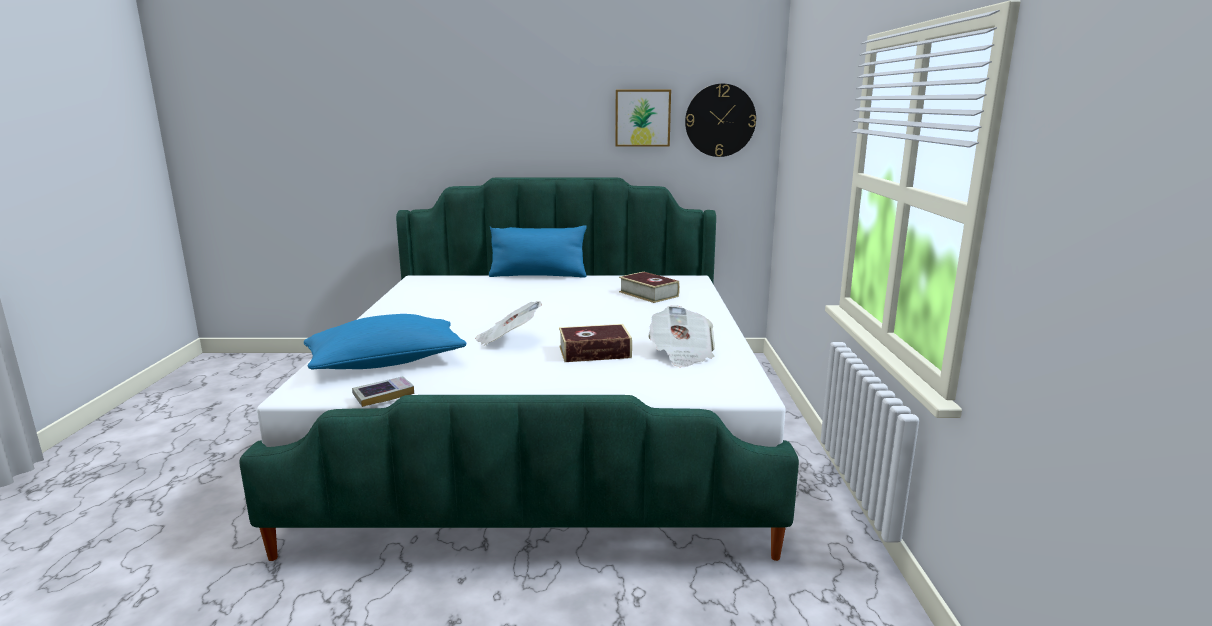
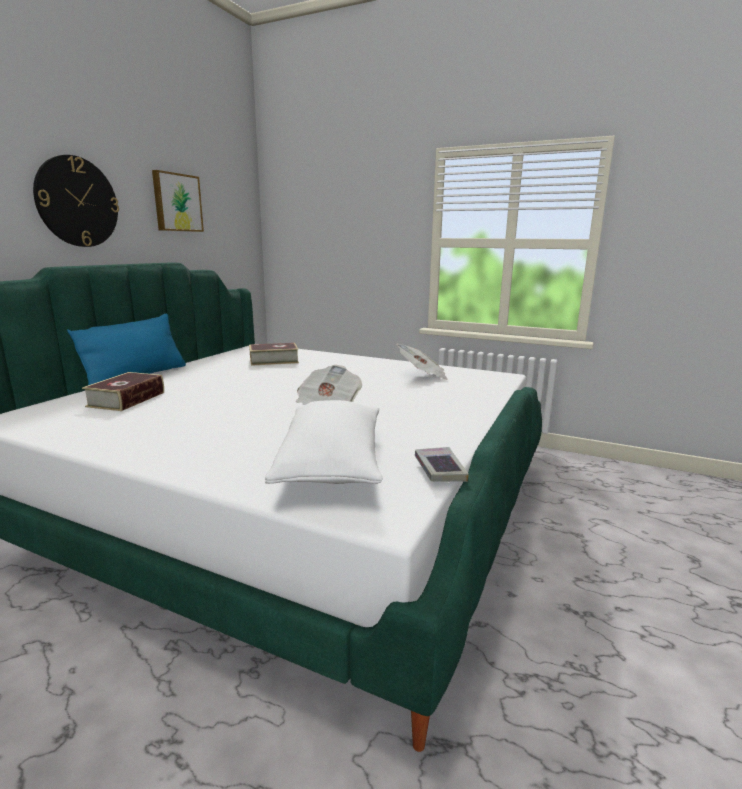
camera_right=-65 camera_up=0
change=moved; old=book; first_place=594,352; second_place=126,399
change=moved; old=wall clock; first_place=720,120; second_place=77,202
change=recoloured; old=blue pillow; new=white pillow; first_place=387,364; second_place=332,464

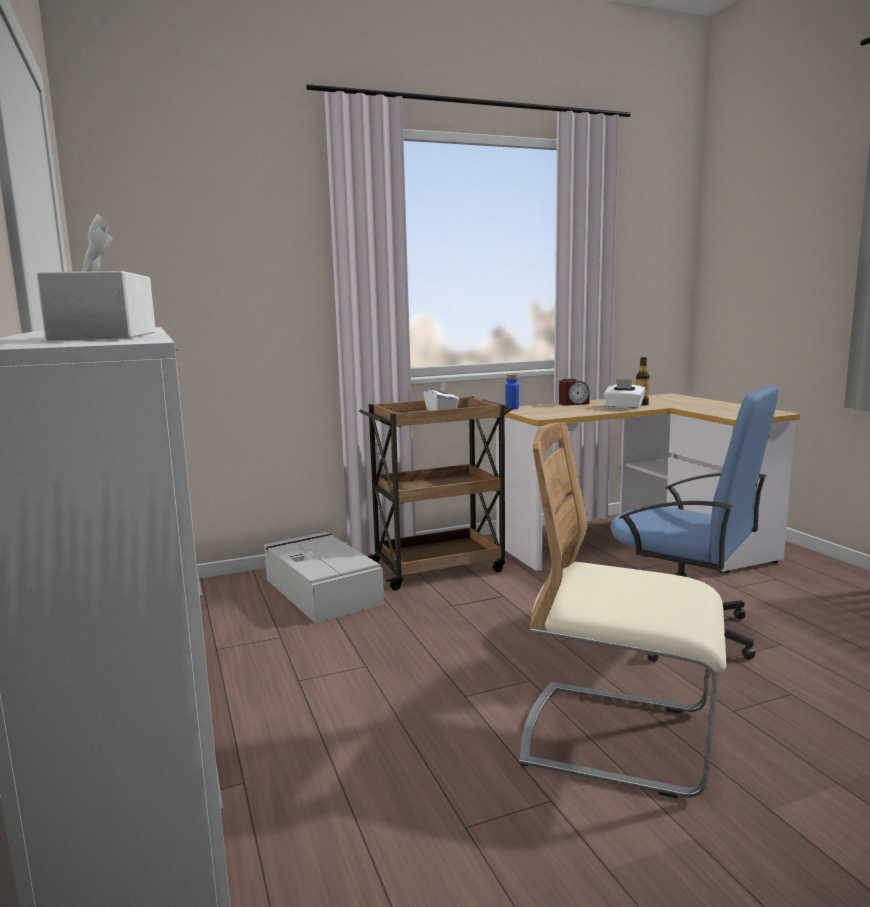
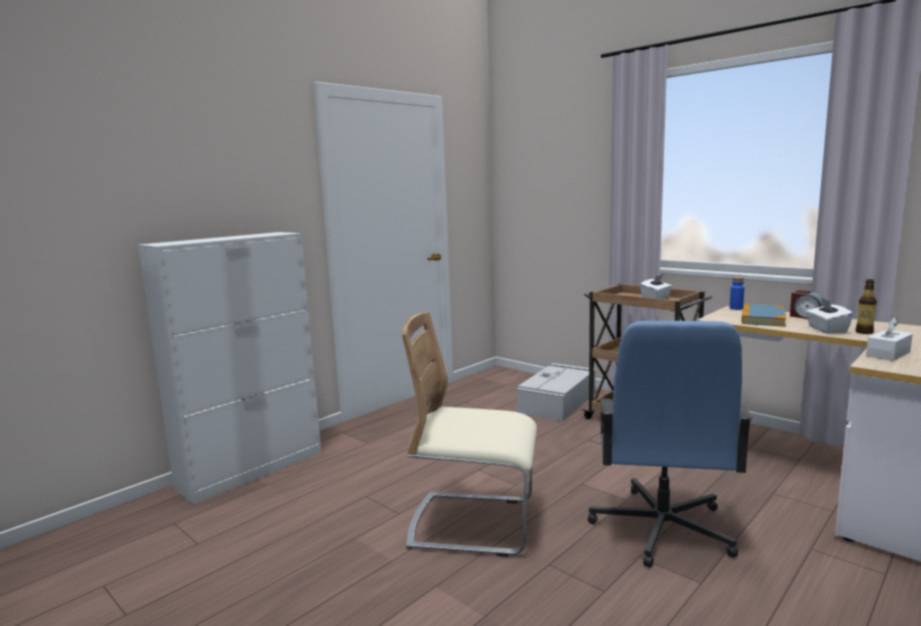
camera_right=65 camera_up=0
change=added; new=book; second_place=762,318
change=moved; old=white tissue box; first_place=106,336; second_place=888,354
change=turned; old=beige chair; first_place=618,738; second_place=473,524; degrees=-75

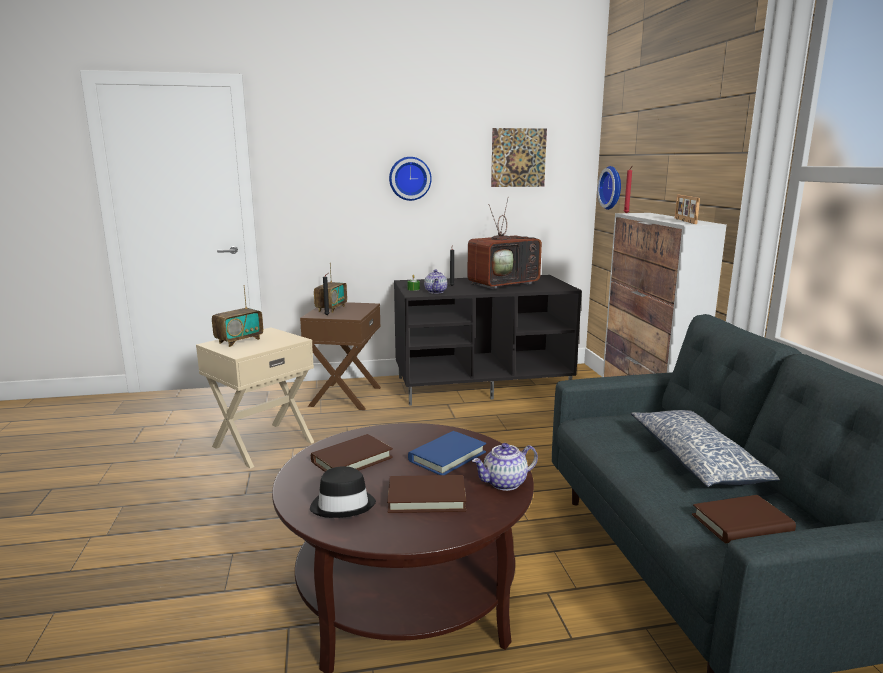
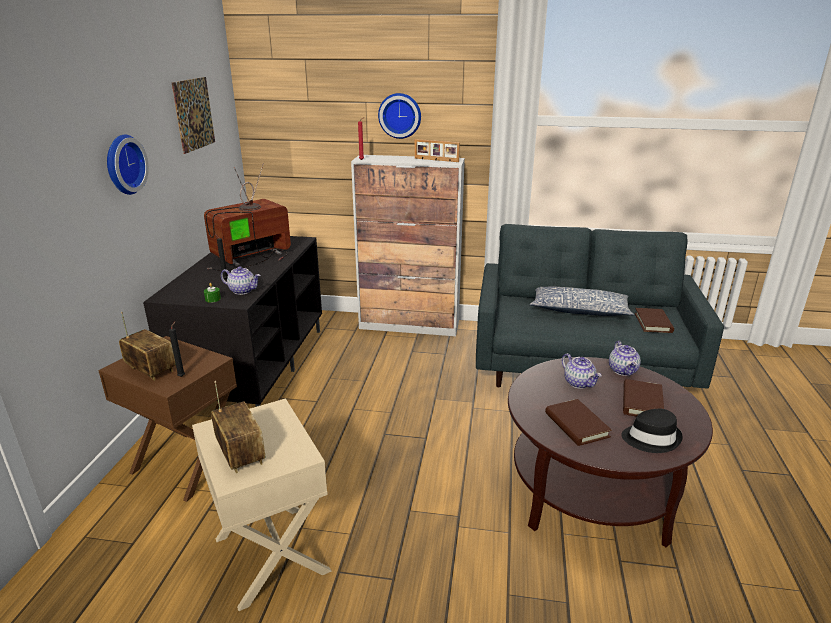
camera_right=-70 camera_up=10
change=moved; old=wall clock; first_place=612,188; second_place=400,115
change=replaced; old=blue book; new=teapot; first_place=447,456; second_place=579,383
change=turned; old=television; first_place=504,284; second_place=250,257; degrees=-120

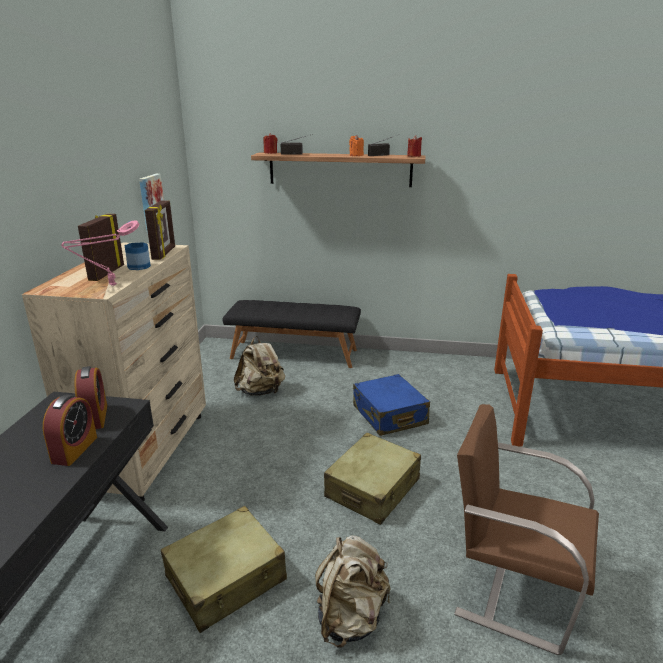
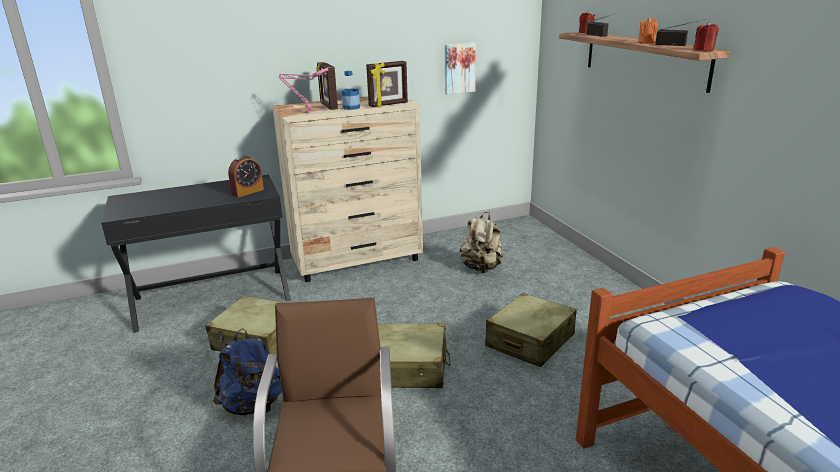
camera_right=60 camera_up=0
change=removed; old=alarm clock; first_place=74,449
change=removed; old=black bench; first_place=294,353
change=recoloured; old=beige backpack; new=blue backpack; first_place=350,618; second_place=253,405
change=recoloured; old=blue suitcase; new=beige suitcase; first_place=389,415; second_place=530,341
change=turned; old=picture frame; first_place=106,273; second_place=328,106; degrees=-90

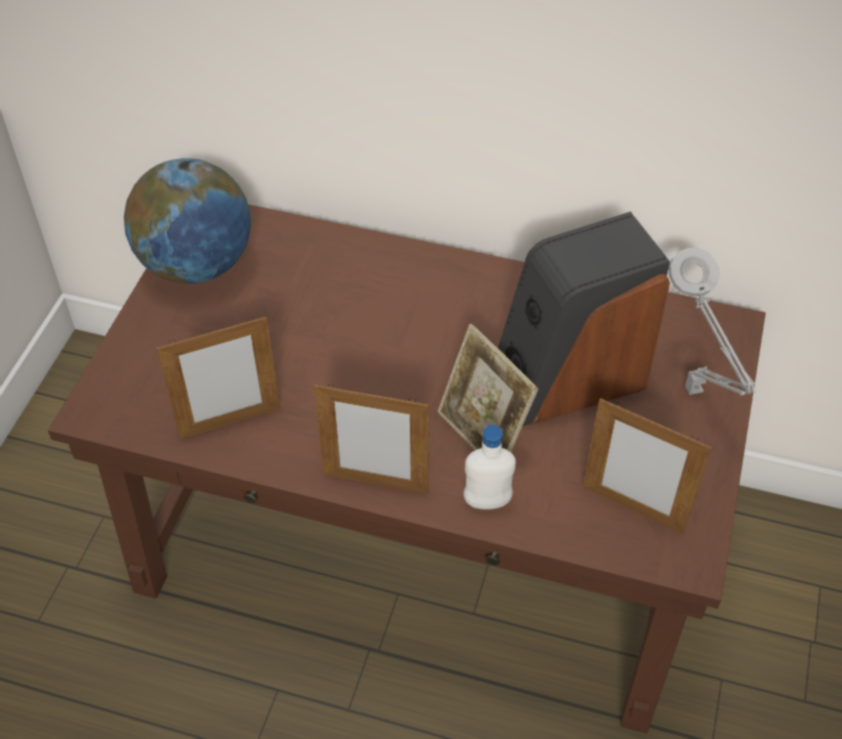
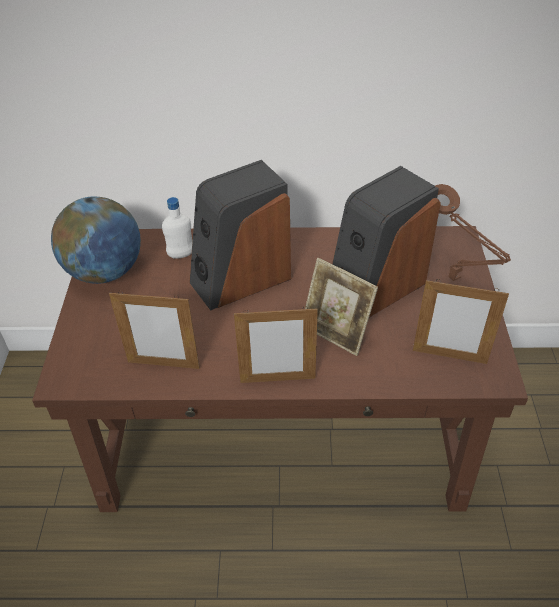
camera_right=-15 camera_up=-5
change=added; new=speaker; second_place=240,279
change=moved; old=white bottle; first_place=487,502; second_place=181,254
change=recoloured; old=grey table lamp; new=brown table lamp; first_place=695,394; second_place=456,280
change=turned; old=picture frame; first_place=230,422; second_place=163,365; degrees=45

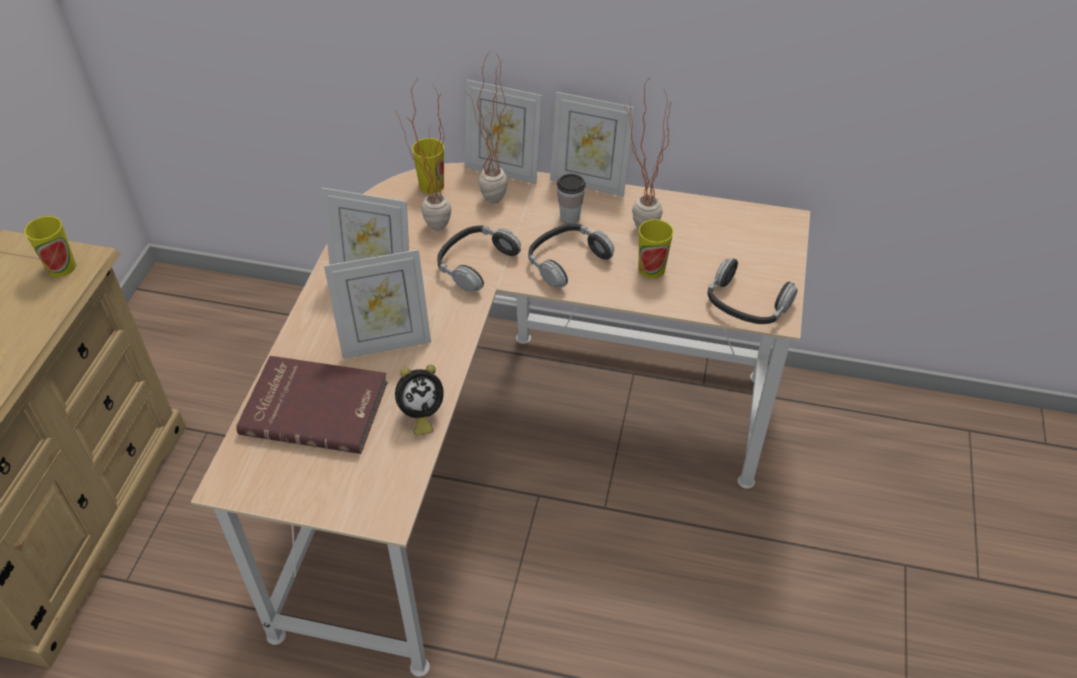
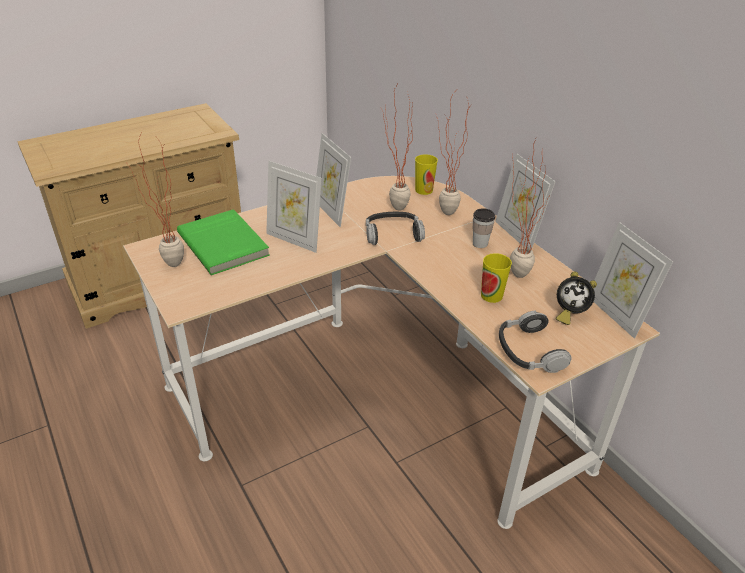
camera_right=45 camera_up=-10
change=removed; old=cup; first_place=61,267
change=removed; old=headphones; first_place=567,260
change=added; new=potted plant; second_place=168,267
change=moved; old=alarm clock; first_place=420,415; second_place=569,313
change=moved; old=picture frame; first_place=503,171; second_place=615,314
change=recoloured; old=red book; new=green book; first_place=316,406; second_place=225,244

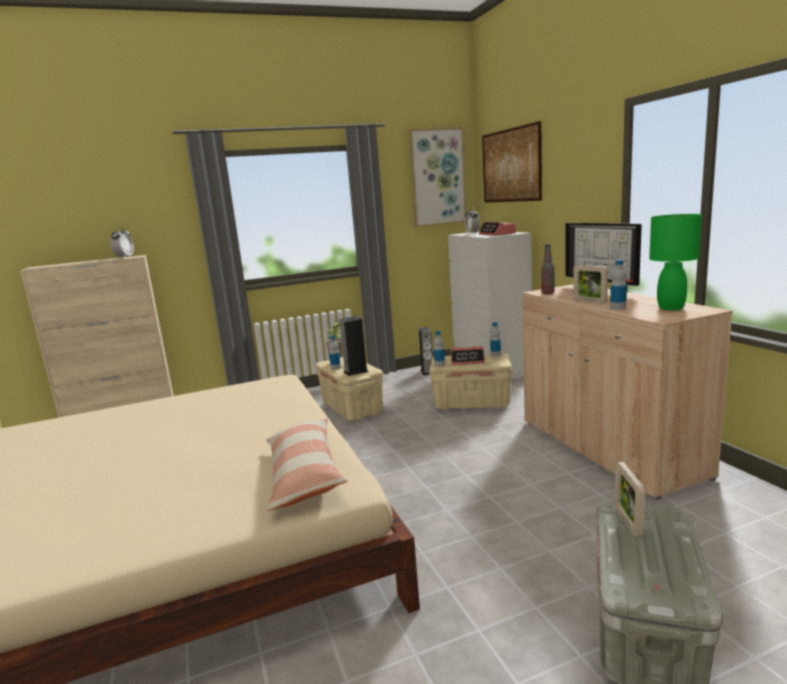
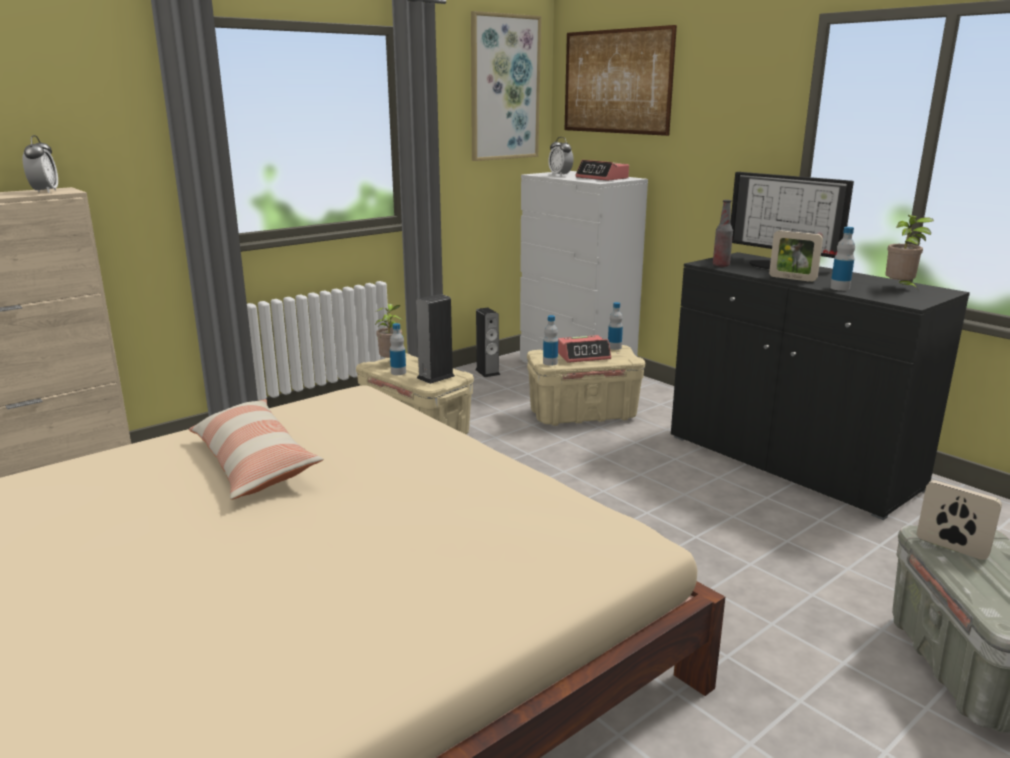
camera_right=-20 camera_up=5
change=moved; old=pillow; first_place=304,474; second_place=253,463
change=replaced; old=green table lamp; new=potted plant; first_place=671,308; second_place=900,288
change=recoloured; old=beige cabinet; new=black cabinet; first_place=608,448; second_place=790,462
change=turned; old=picture frame; first_place=628,522; second_place=951,548; degrees=150

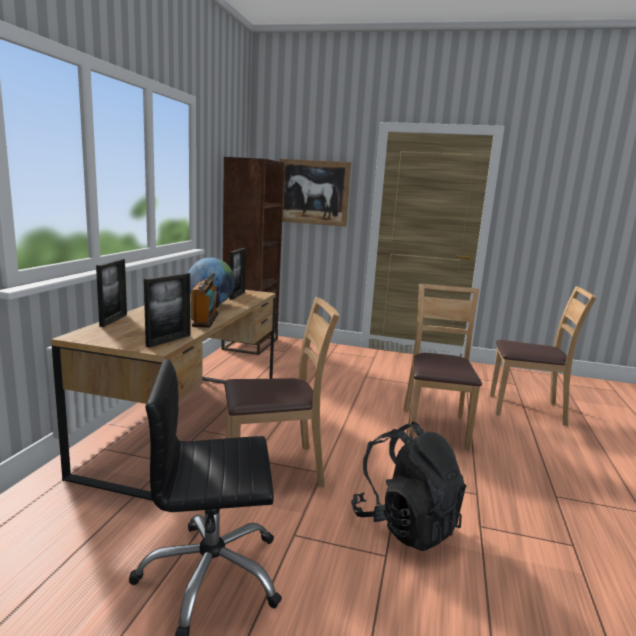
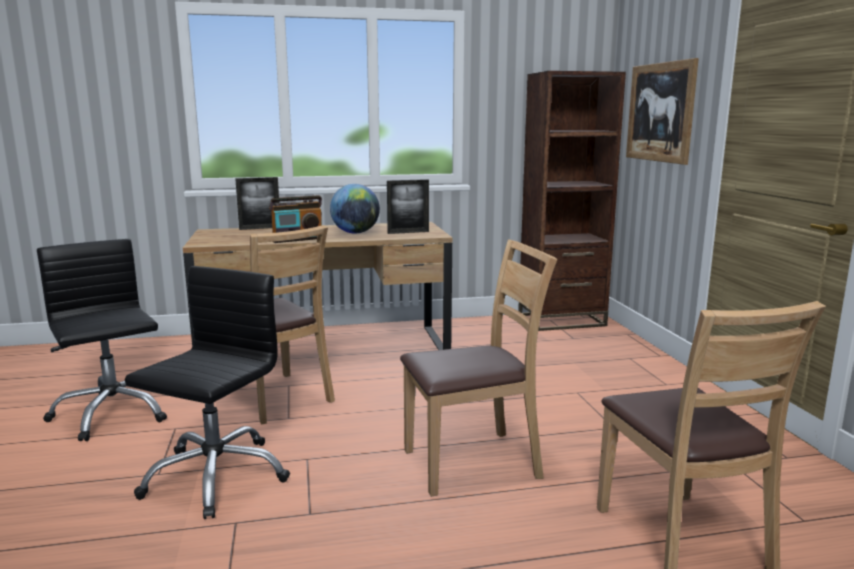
camera_right=65 camera_up=0
change=removed; old=picture frame; first_place=169,340
change=replaced; old=black backpack; new=black office chair; first_place=405,524; second_place=215,476

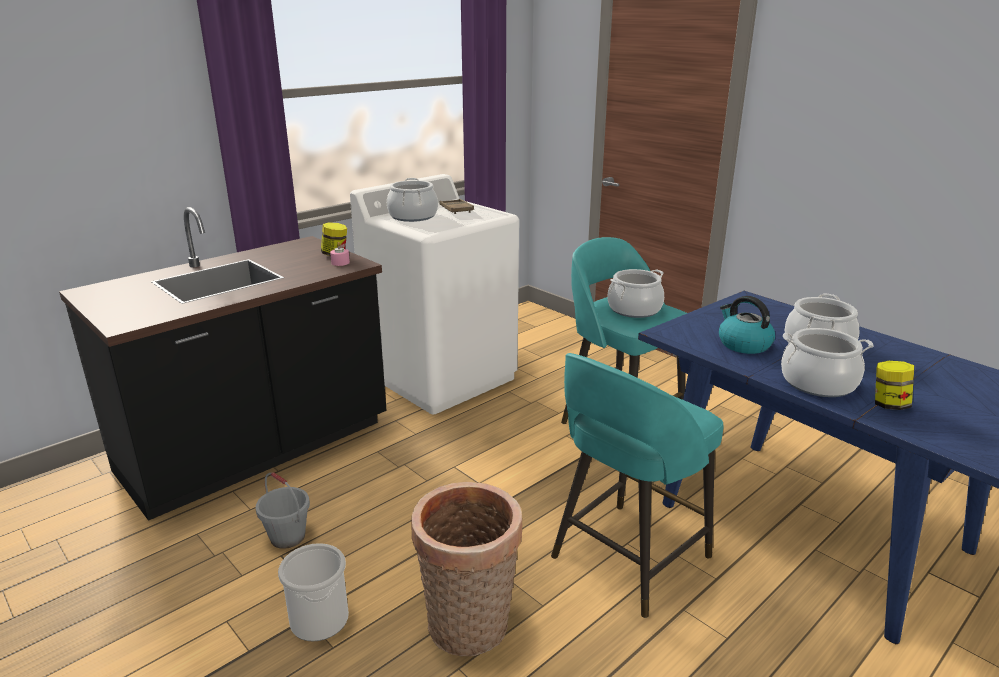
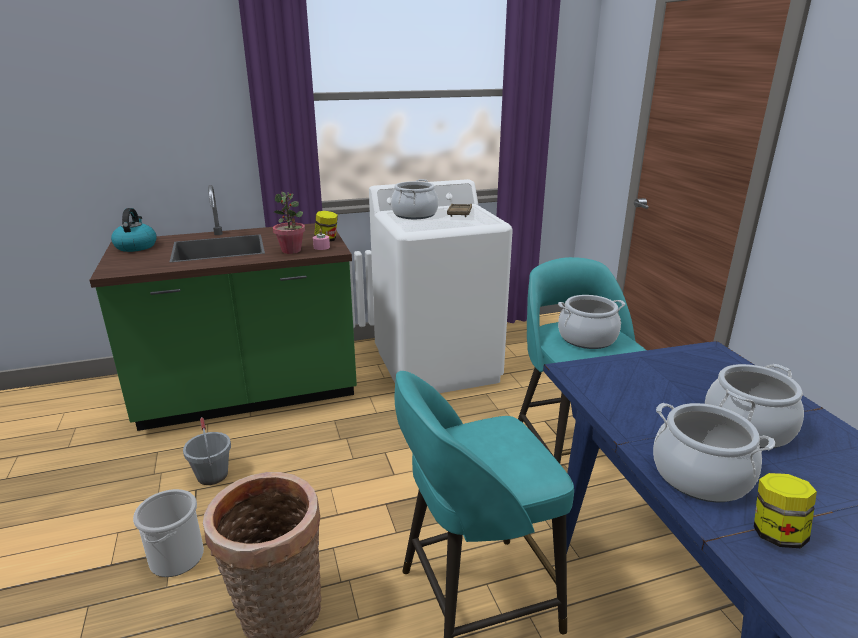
camera_right=25 camera_up=0
change=added; new=potted plant; second_place=291,251
change=moved; old=kettle; first_place=743,344; second_place=136,246
change=recoloured; old=black counter; new=green counter; first_place=257,450; second_place=249,395

